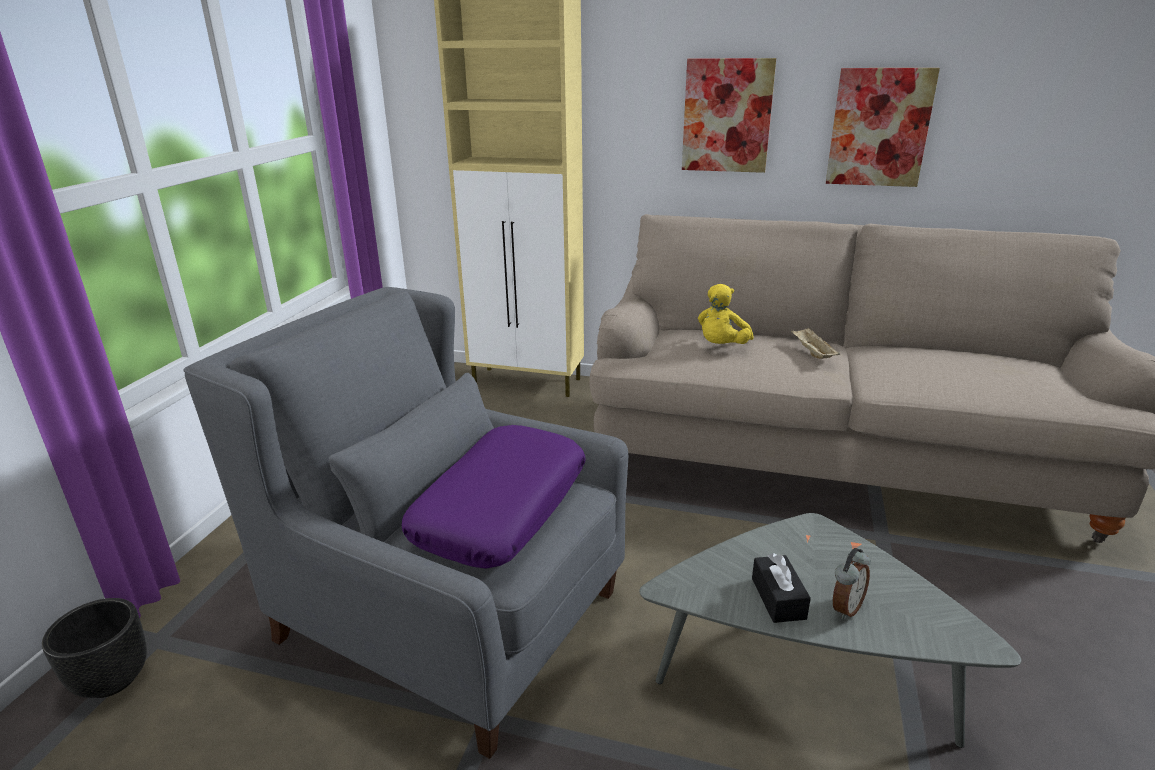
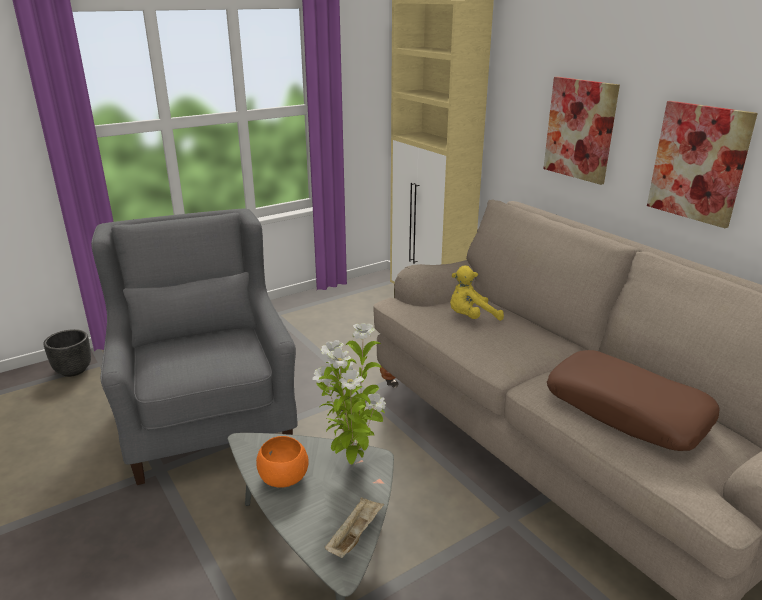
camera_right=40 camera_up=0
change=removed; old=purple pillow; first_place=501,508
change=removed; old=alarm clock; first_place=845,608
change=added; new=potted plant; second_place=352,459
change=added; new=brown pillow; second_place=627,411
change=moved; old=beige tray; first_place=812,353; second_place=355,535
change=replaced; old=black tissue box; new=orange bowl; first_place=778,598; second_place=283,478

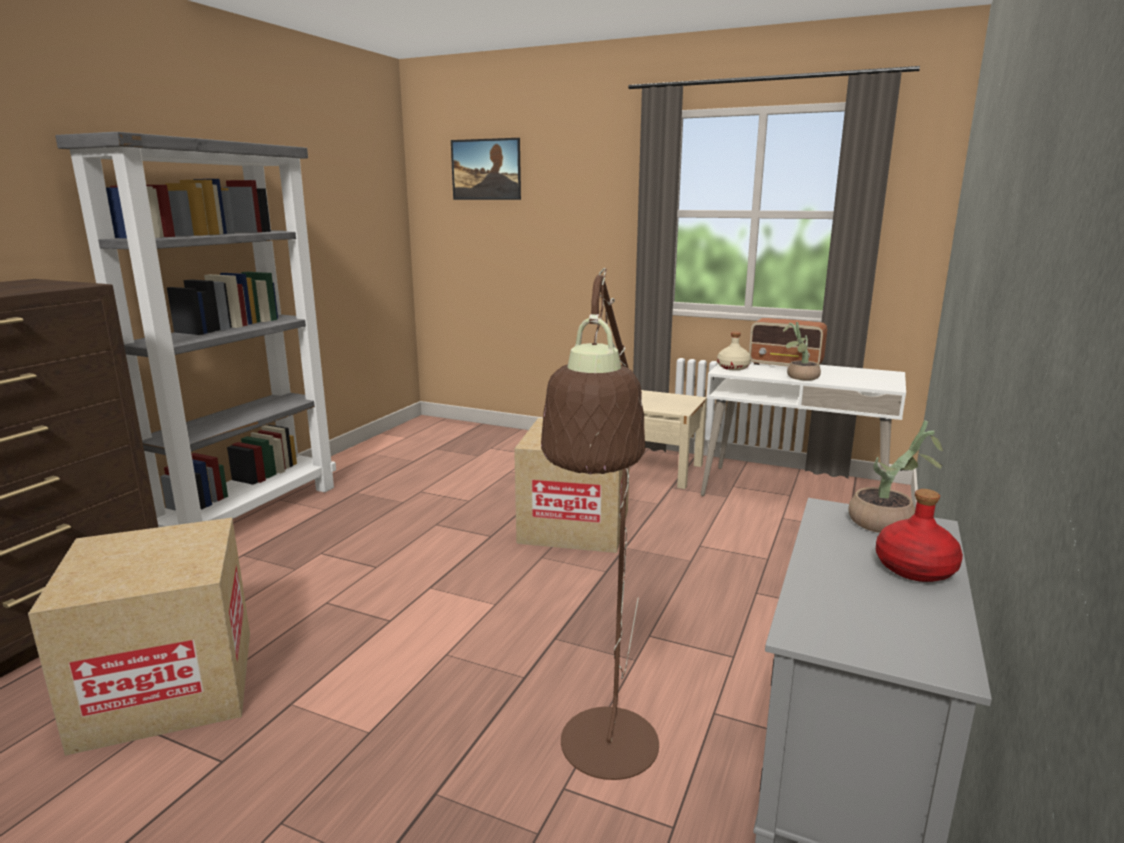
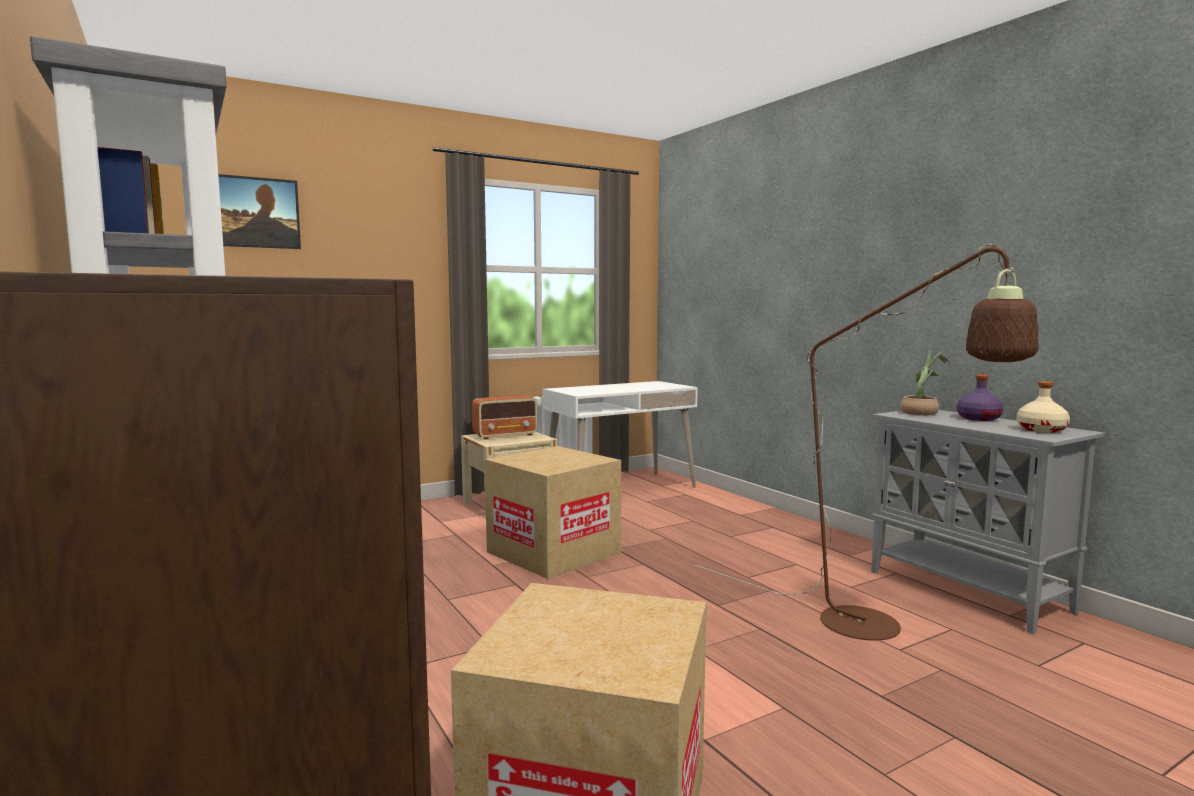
camera_right=-55 camera_up=-10
change=removed; old=potted plant; first_place=799,377
change=moved; old=beige bottle; first_place=733,367; second_place=1042,430
change=moved; old=radio; first_place=786,365; second_place=506,435
change=recoloured; old=red bottle; new=purple bottle; first_place=915,568; second_place=978,418

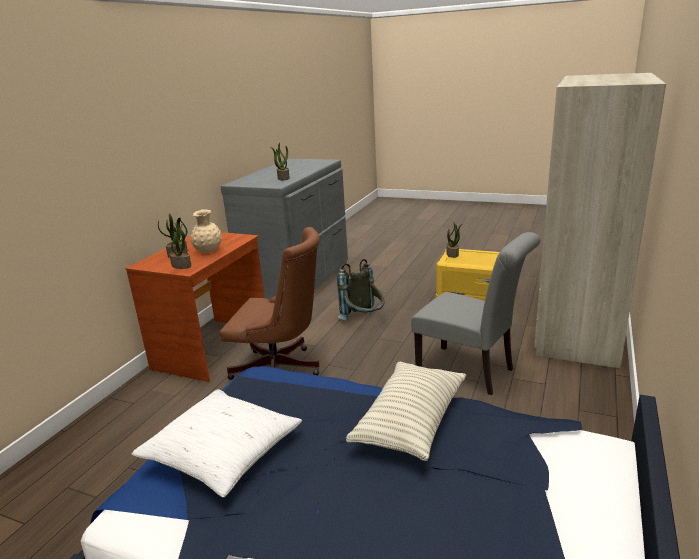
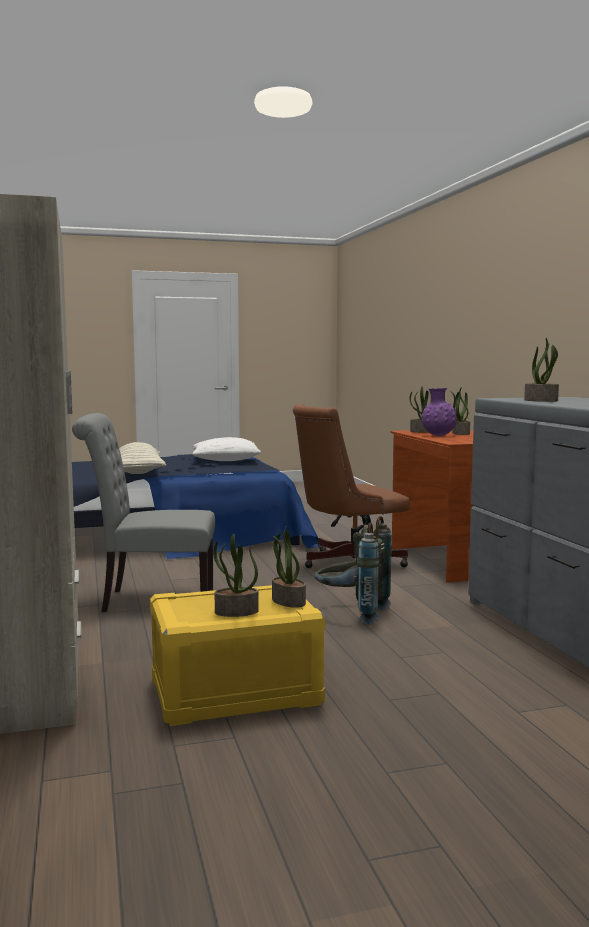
camera_right=140 camera_up=-15
change=added; new=potted plant; second_place=236,612
change=recoloured; old=beige vase; new=purple vase; first_place=208,252; second_place=438,435

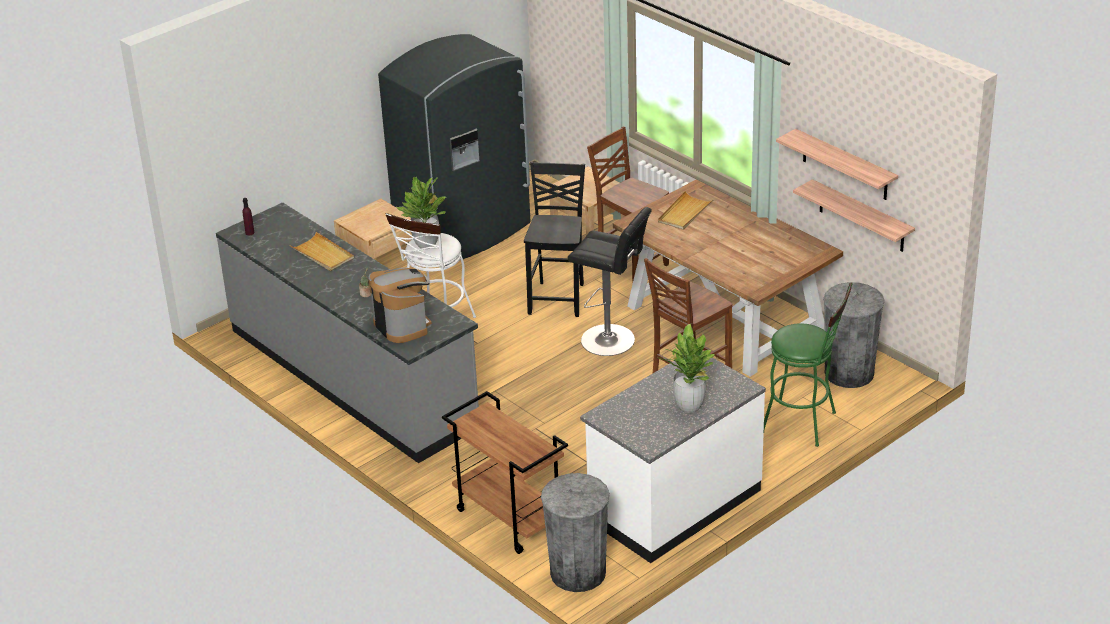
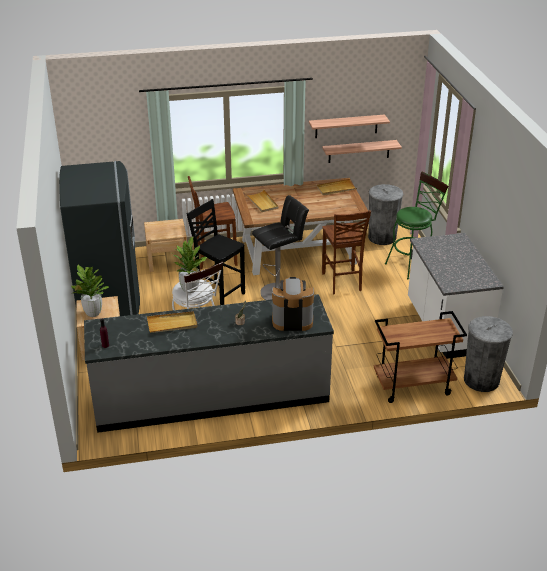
camera_right=-60 camera_up=0
change=added; new=beige tray; second_place=336,189
change=moved; old=potted plant; first_place=689,406; second_place=93,313

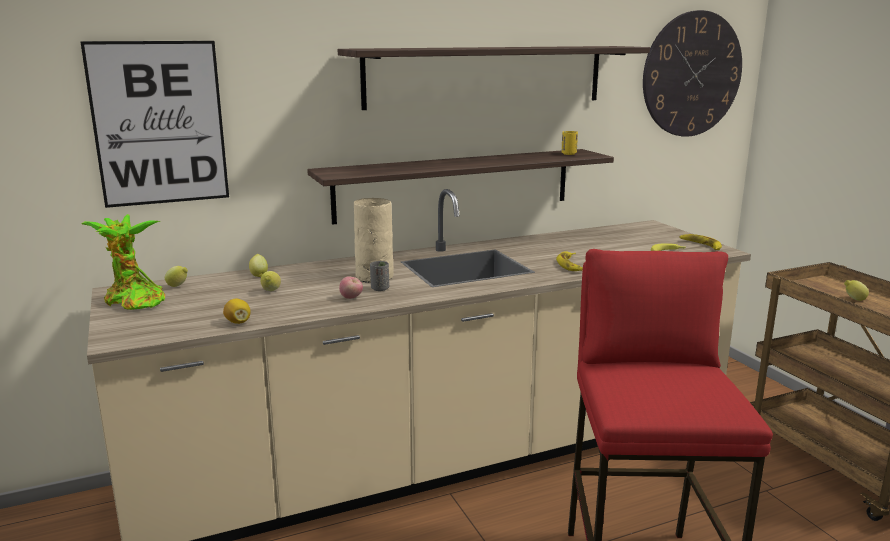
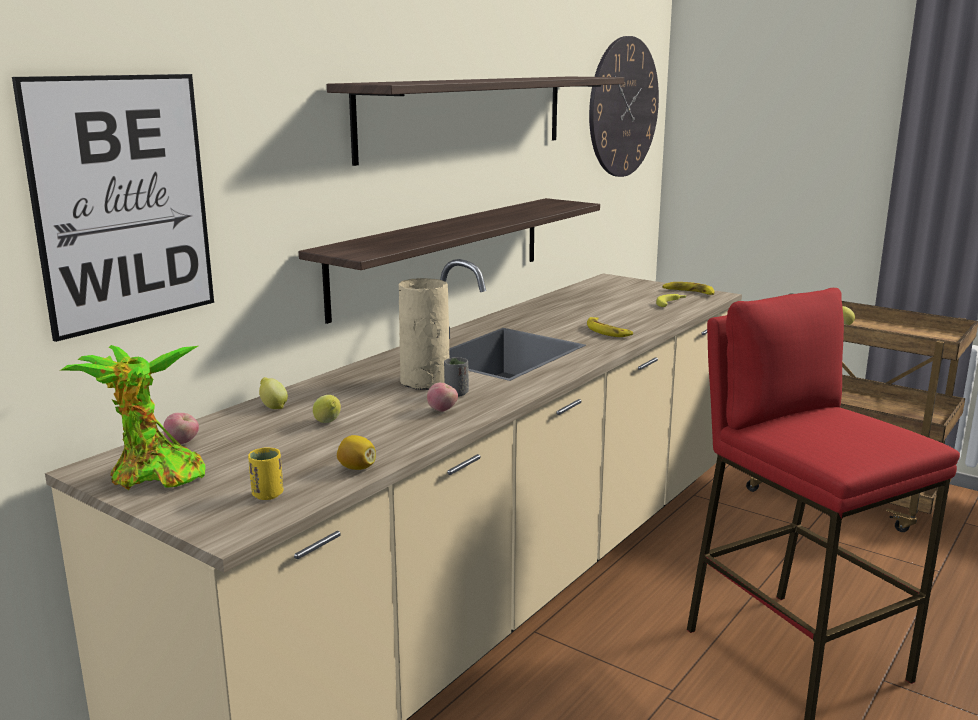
camera_right=-30 camera_up=0
change=moved; old=yellow cup; first_place=568,154; second_place=267,494
change=replaced; old=lemon; new=apple; first_place=178,286; second_place=182,443

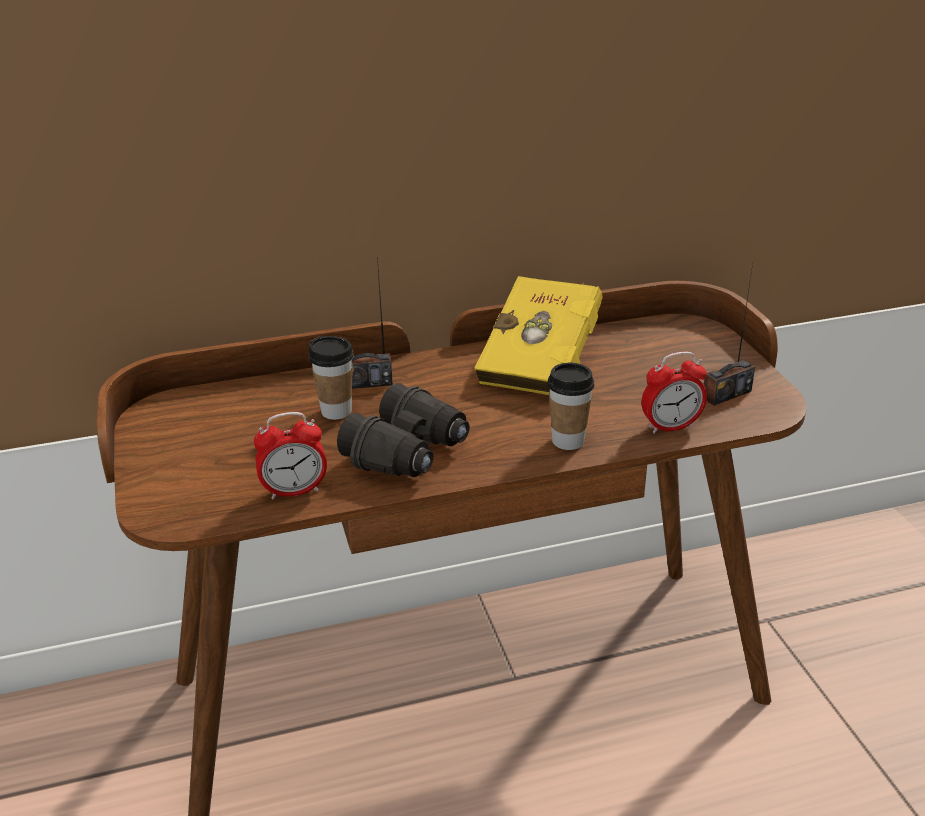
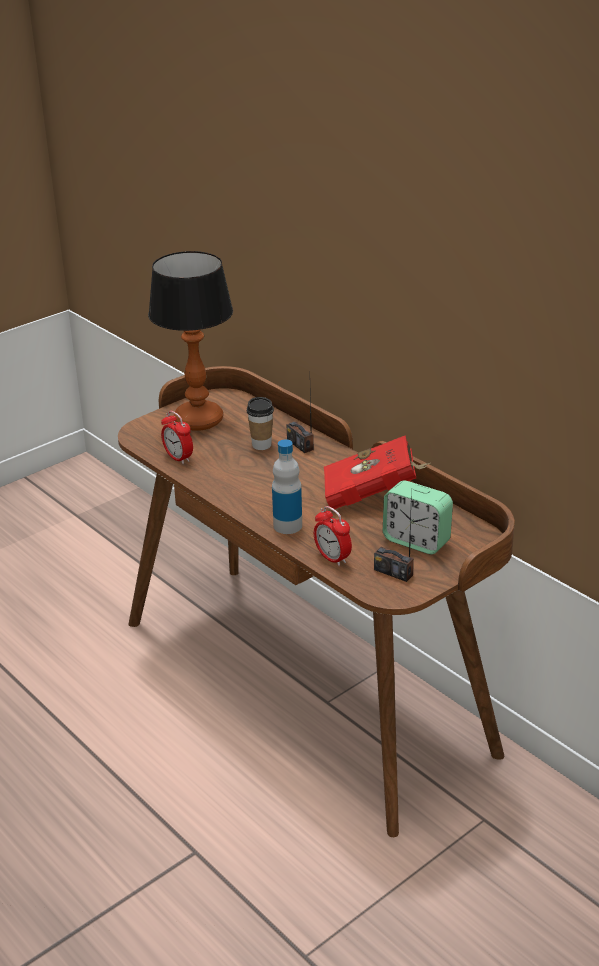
camera_right=65 camera_up=0
change=removed; old=black binoculars; first_place=409,452
change=added; new=table lamp; second_place=199,420
change=added; new=alarm clock; second_place=416,541
change=replaced; old=cup; new=bottle; first_place=568,441; second_place=287,525
change=recoloured; old=yellow book; new=red book; first_place=543,364; second_place=373,496

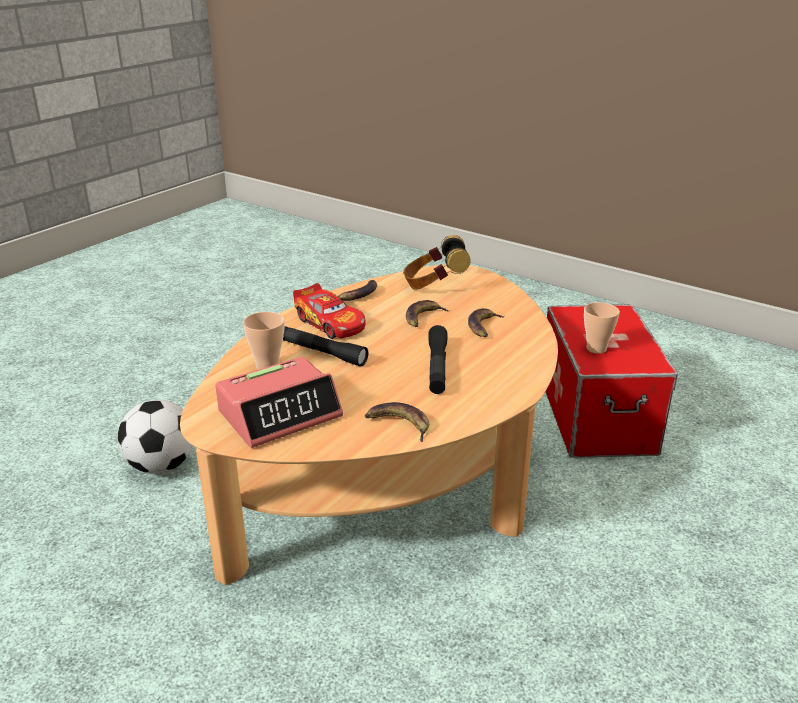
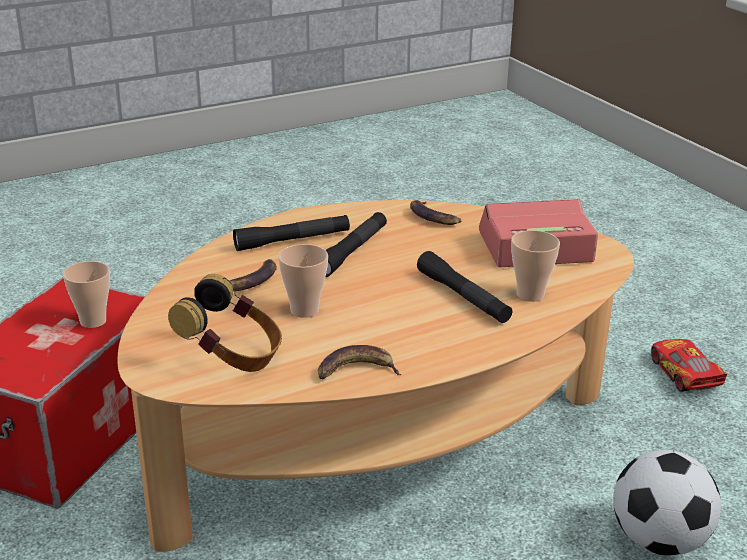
camera_right=-155 camera_up=0
change=added; new=black flashlight; second_place=292,241
change=moved; old=toy car; first_place=330,323; second_place=684,374
change=replaced; old=banana; new=cup; first_place=423,317; second_place=304,310

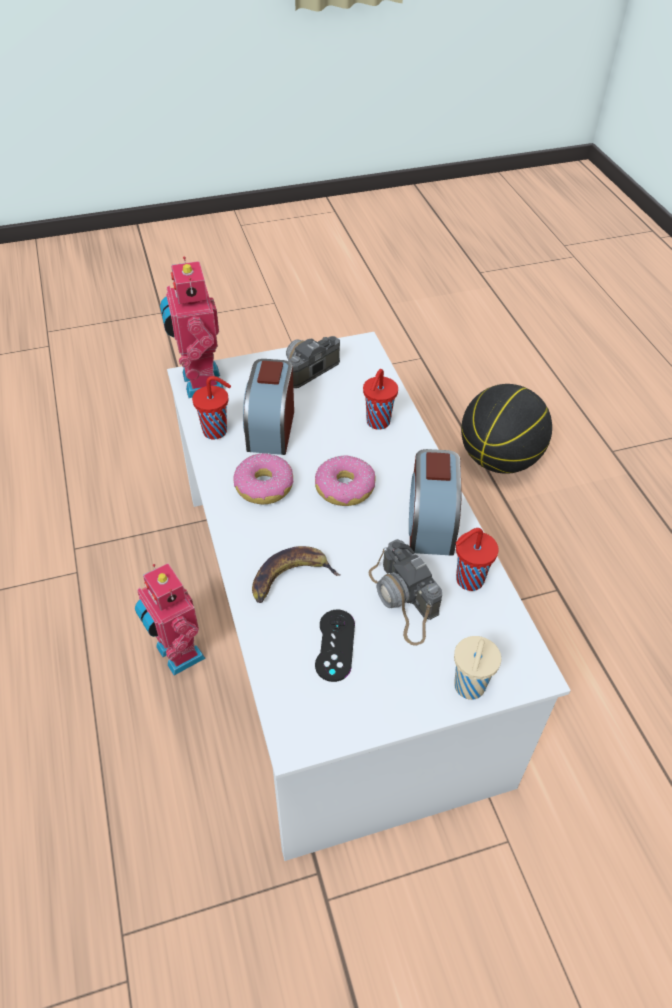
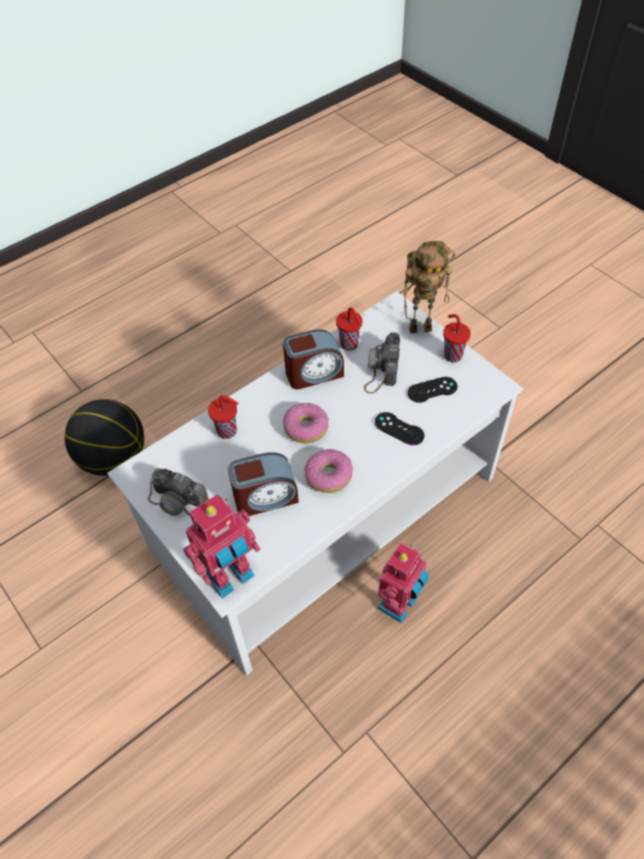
camera_right=-110 camera_up=5
change=moved; old=red cup; first_place=216,431; second_place=452,355
change=replaced; old=banana; new=black game controller; first_place=290,578; second_place=399,429
change=replaced; old=beige cup; new=toy robot; first_place=469,688; second_place=421,327
change=turned; old=photo camera; first_place=404,600; second_place=381,369; degrees=150

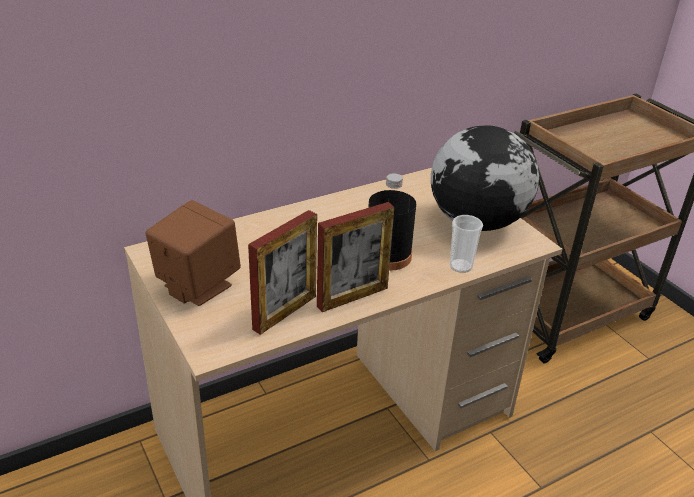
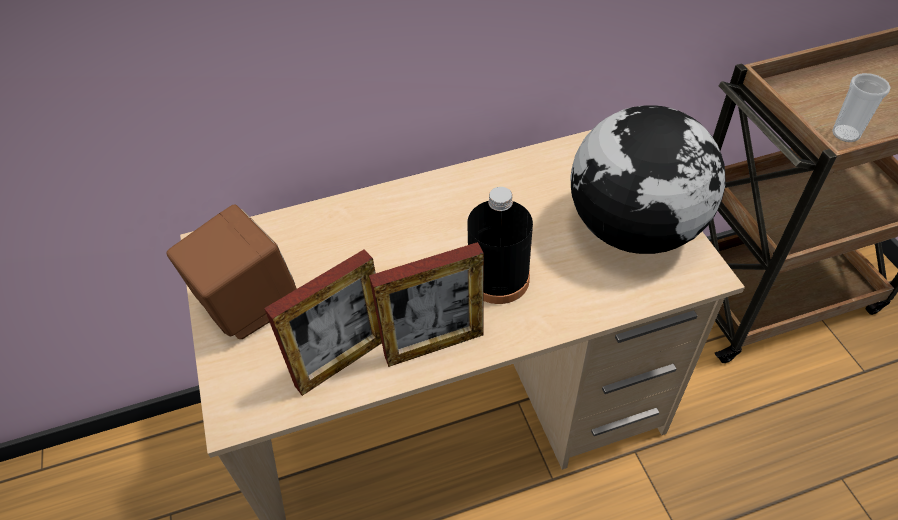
camera_right=15 camera_up=15
change=moved; old=cup; first_place=461,266; second_place=845,134

